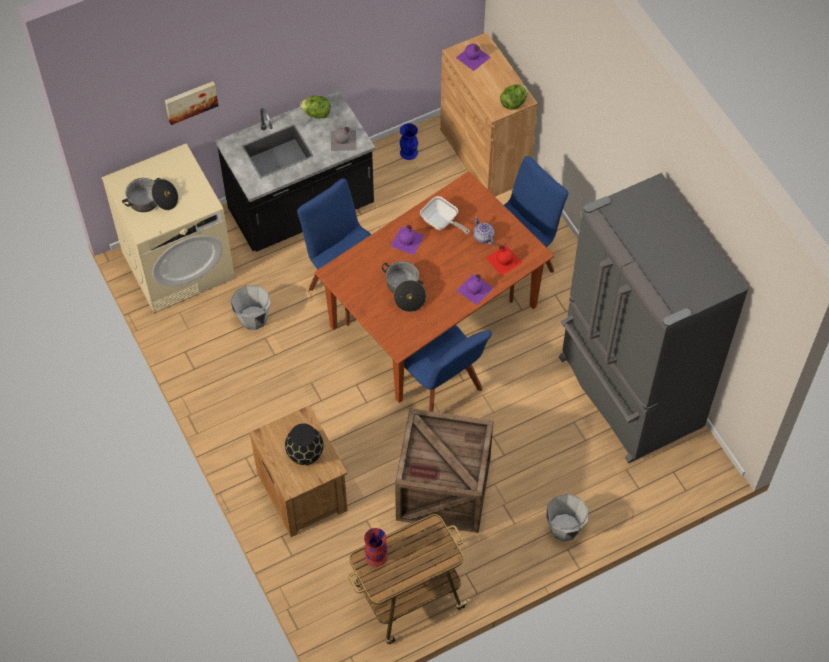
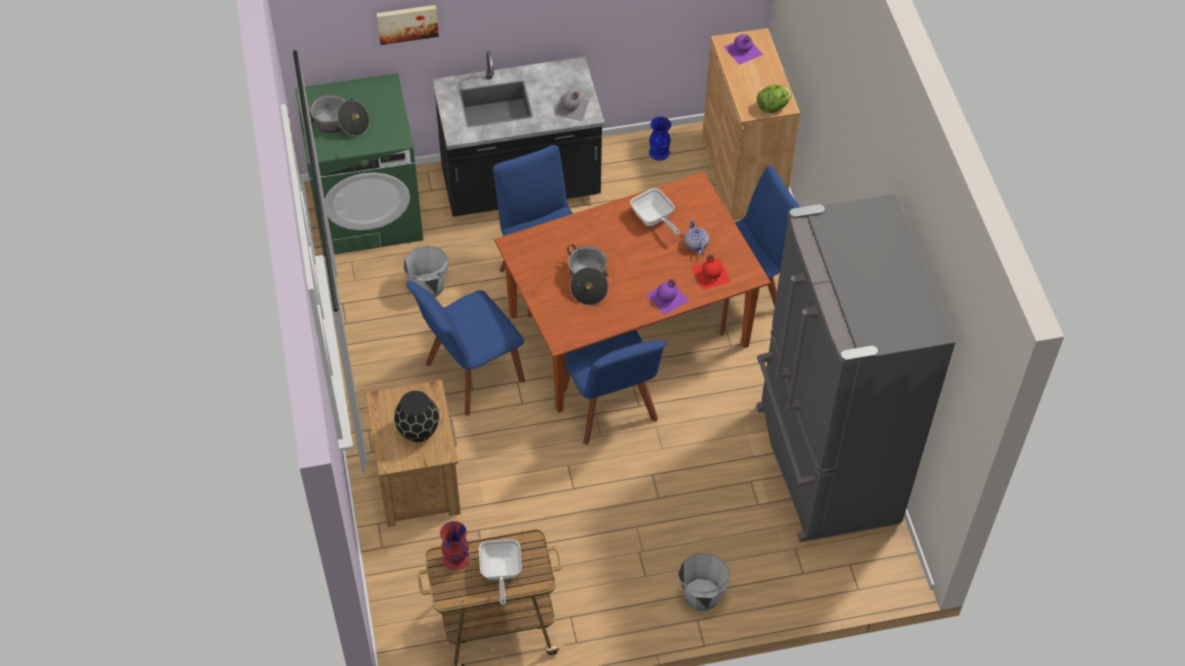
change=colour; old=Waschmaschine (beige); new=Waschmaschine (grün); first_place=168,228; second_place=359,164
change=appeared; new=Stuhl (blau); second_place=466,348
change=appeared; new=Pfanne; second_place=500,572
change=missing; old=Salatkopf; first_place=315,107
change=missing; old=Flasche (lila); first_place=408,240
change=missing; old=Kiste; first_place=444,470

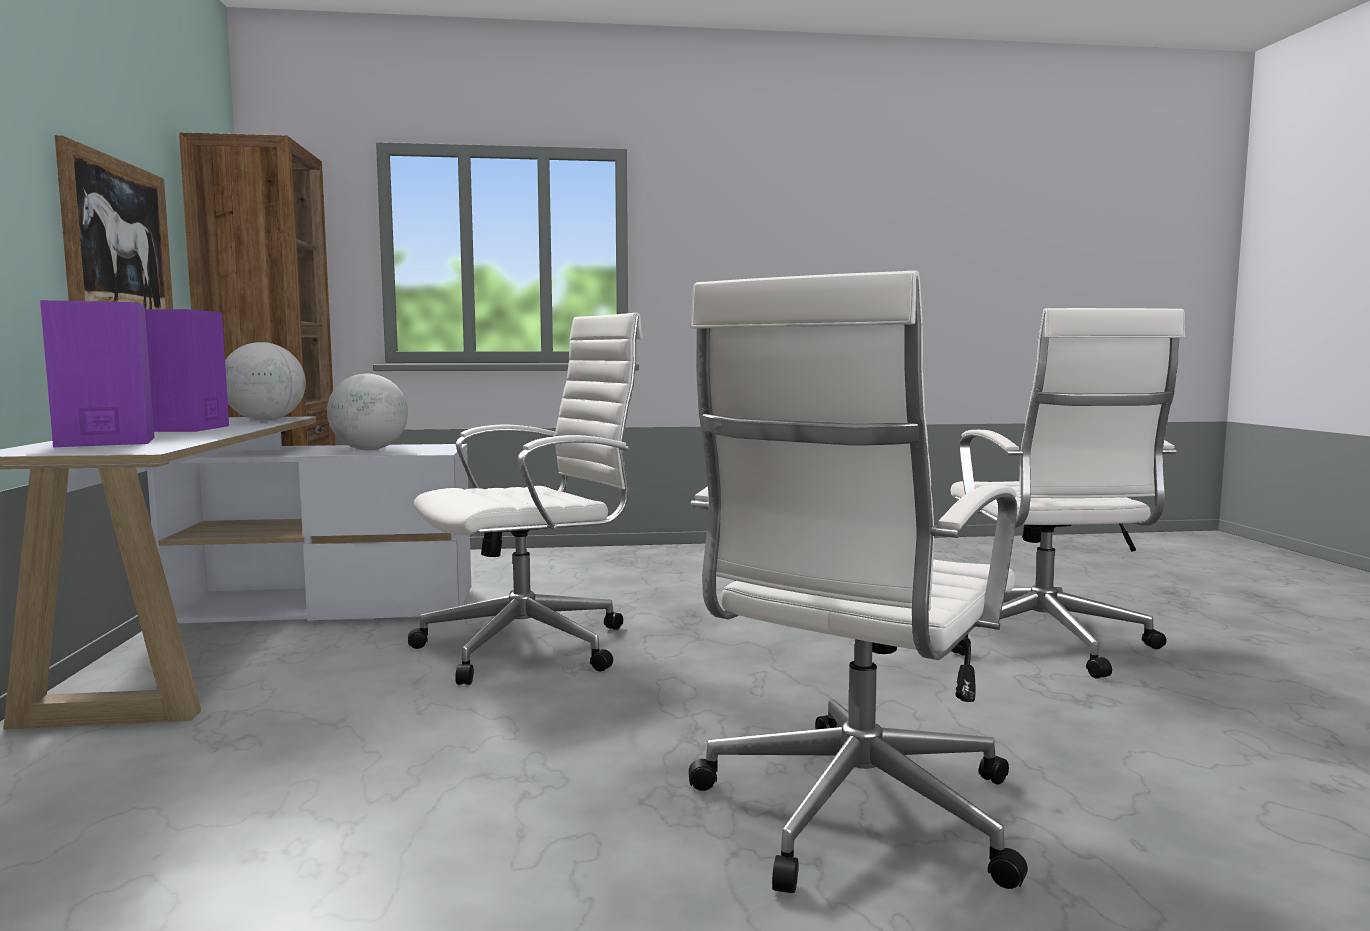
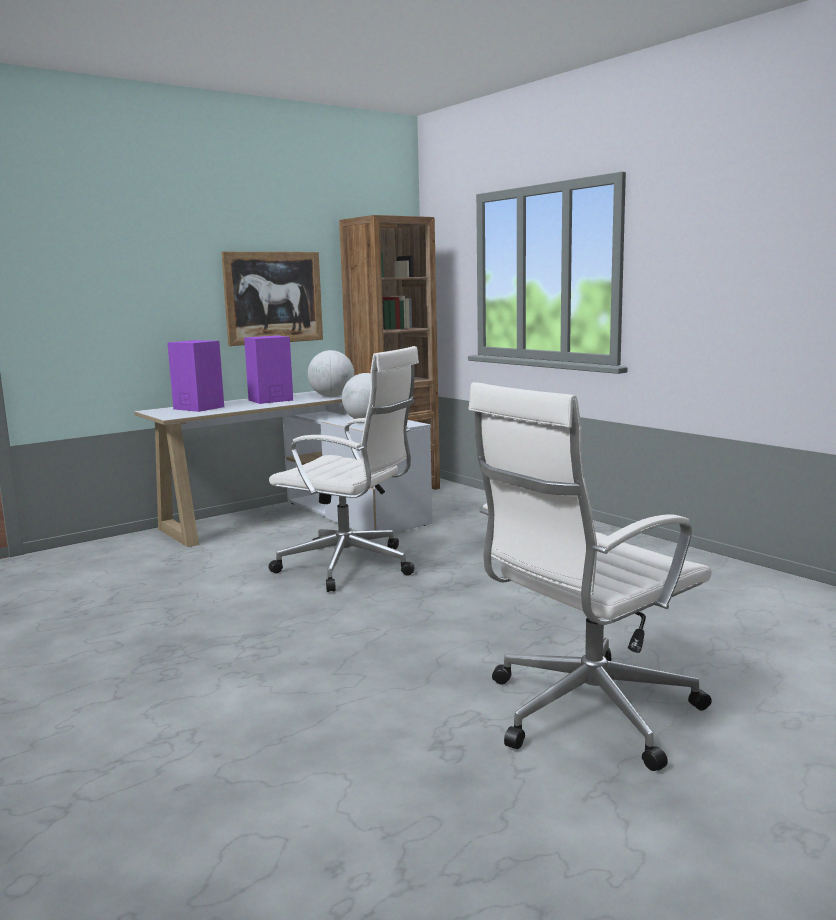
change=missing; old=Bürostuhl (weiß); first_place=858,581

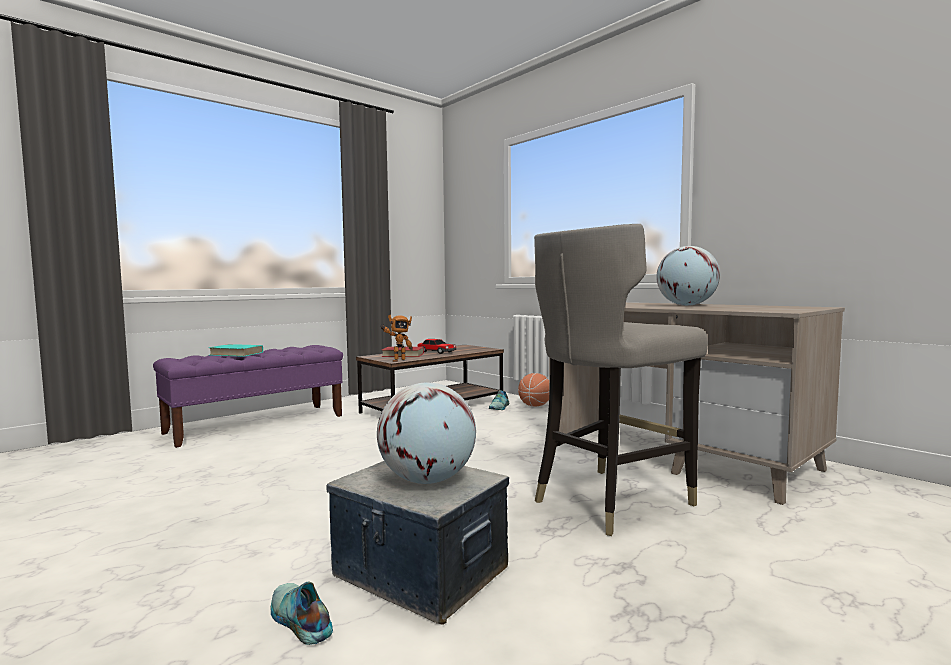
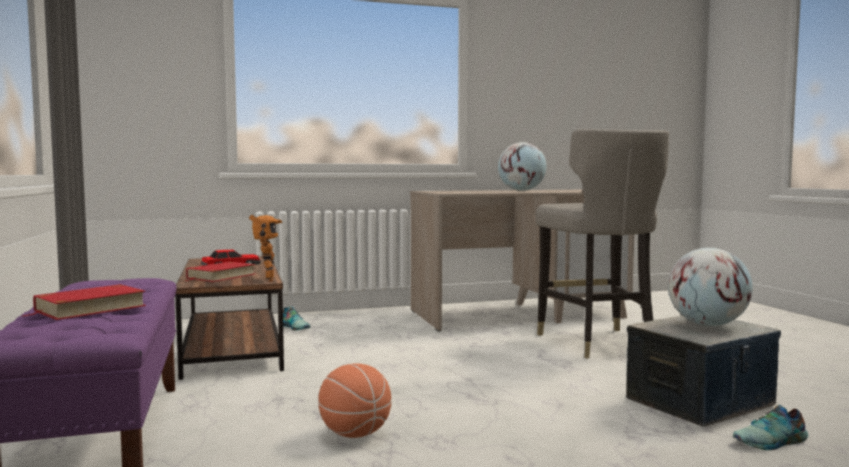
change=colour; old=Buch (türkis); new=Buch (rot); first_place=236,350; second_place=84,302
change=relocated; old=Basketball; first_place=533,390; second_place=355,400

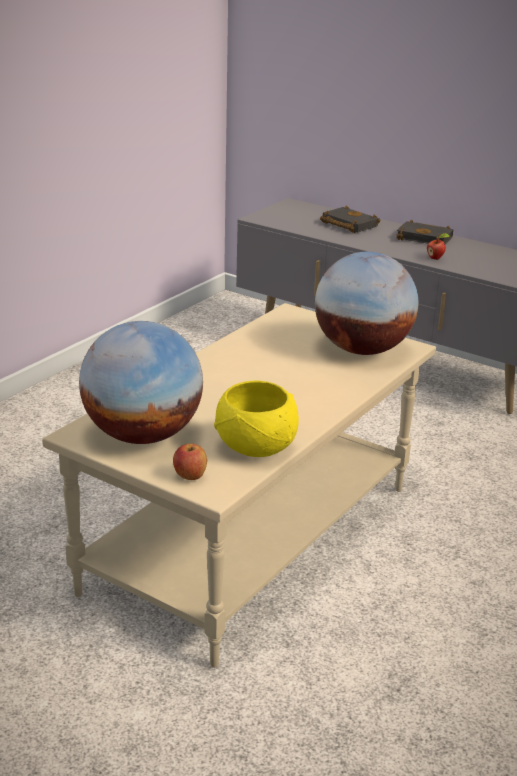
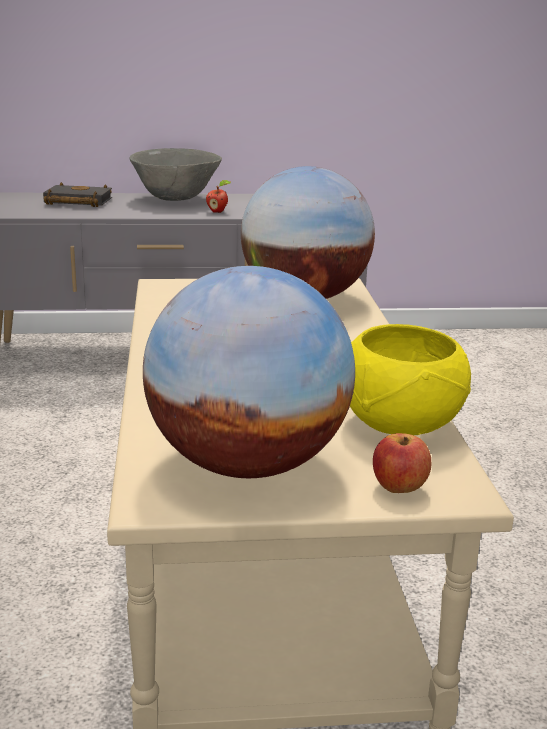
change=exchanged; old=Buch (schwarz); new=Schüssel (grau); first_place=425,231; second_place=176,174

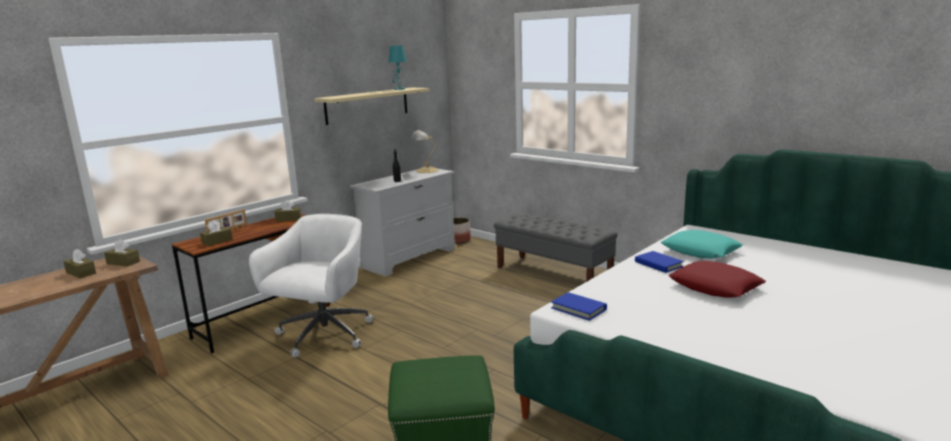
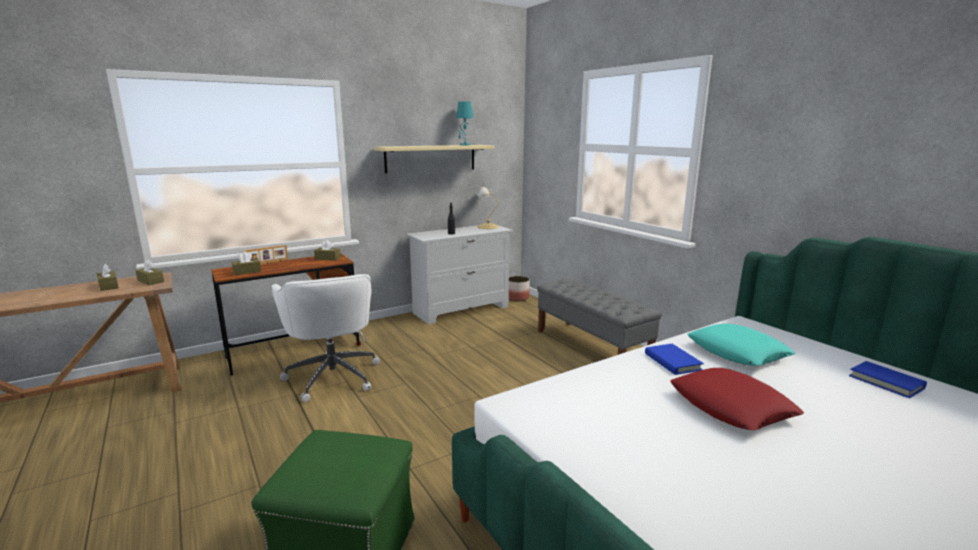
change=spun; old=Bürostuhl (weiß); first_place=311,285; second_place=325,338; degrees=120
change=relocated; old=Buch (blau); first_place=579,306; second_place=888,379

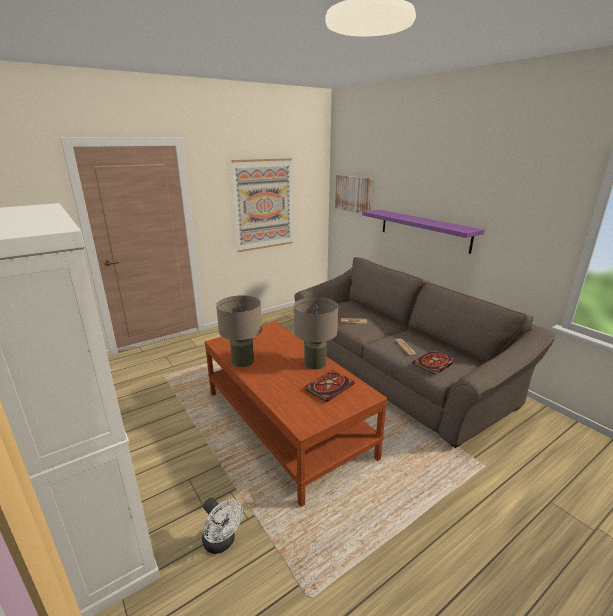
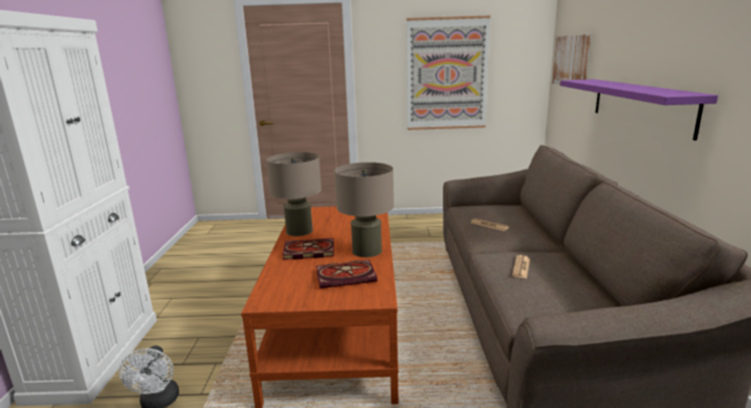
change=relocated; old=Buch; first_place=434,362; second_place=308,249

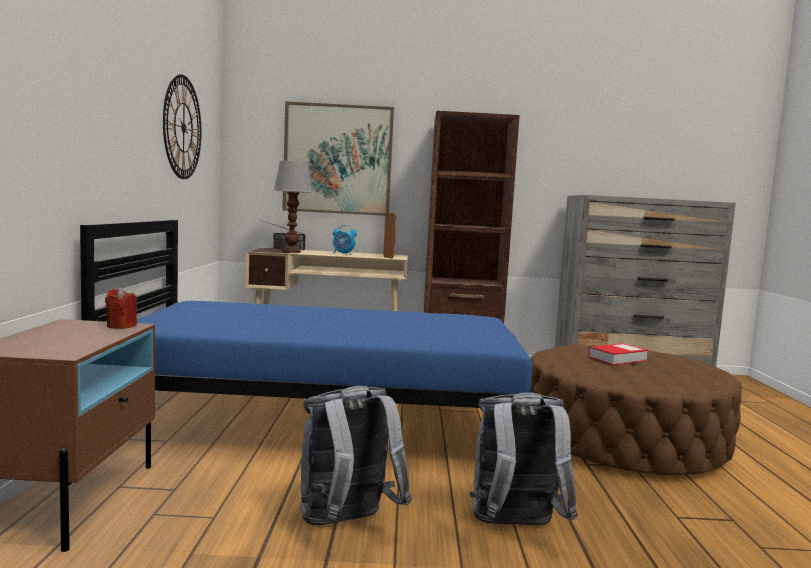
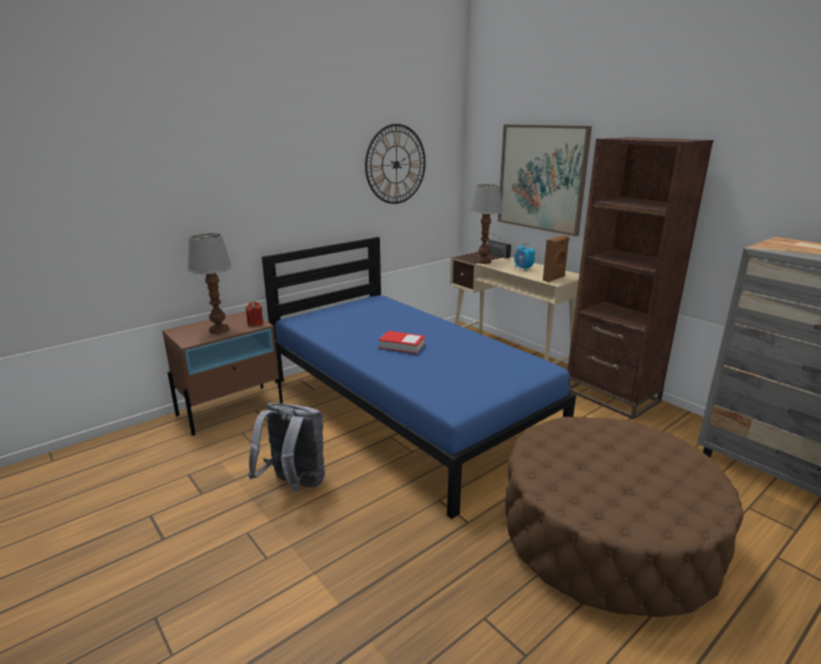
change=appeared; new=Tischlampe; second_place=210,283
change=relocated; old=Buch; first_place=618,354; second_place=402,342
change=missing; old=Rucksack (grau); first_place=523,458

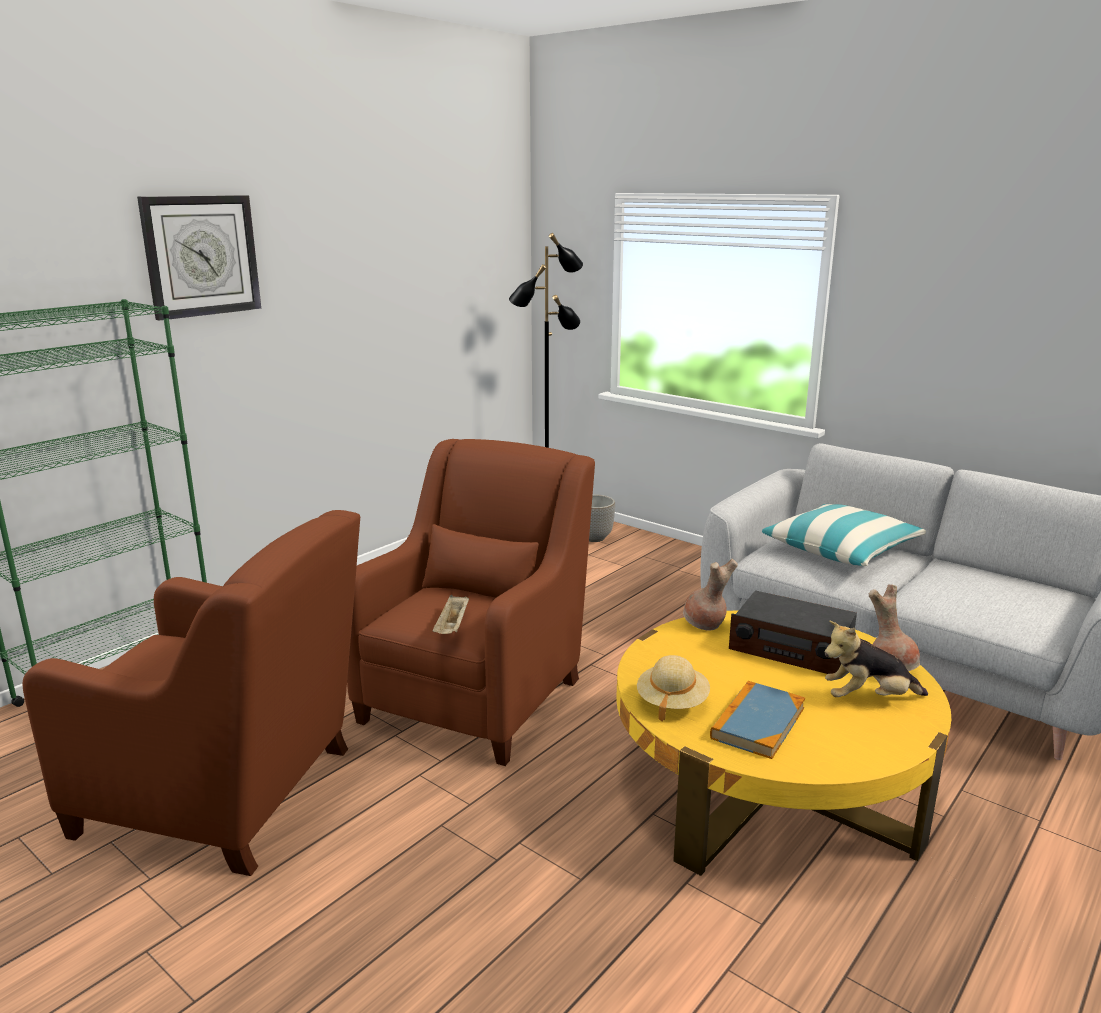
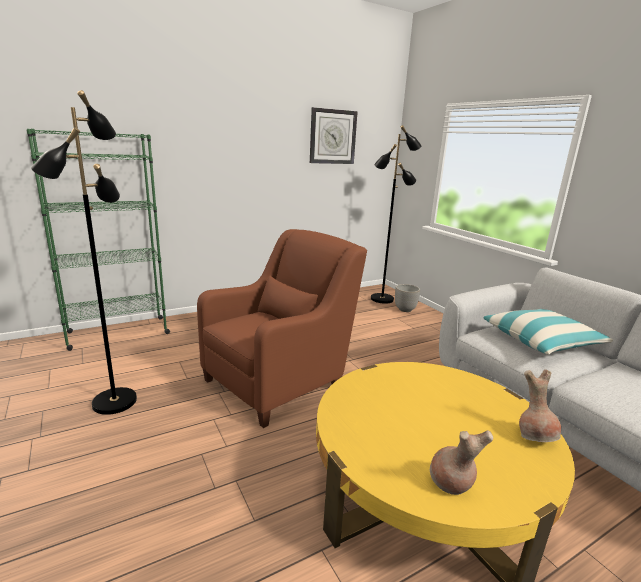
change=exchanged; old=Sessel (braun); new=Stehlampe (schwarz); first_place=191,693; second_place=84,252
change=relocated; old=Wanduhr; first_place=199,258; second_place=334,135
change=relocated; old=Vase (braun); first_place=710,594; second_place=461,462
change=missing; old=Tablett (beige); first_place=450,614
change=missing; old=Hut (beige); first_place=673,688
change=missing; old=Buch; first_place=757,720
change=missing; old=Radio; first_place=793,632
change=missing; old=Plüschtier; first_place=876,658

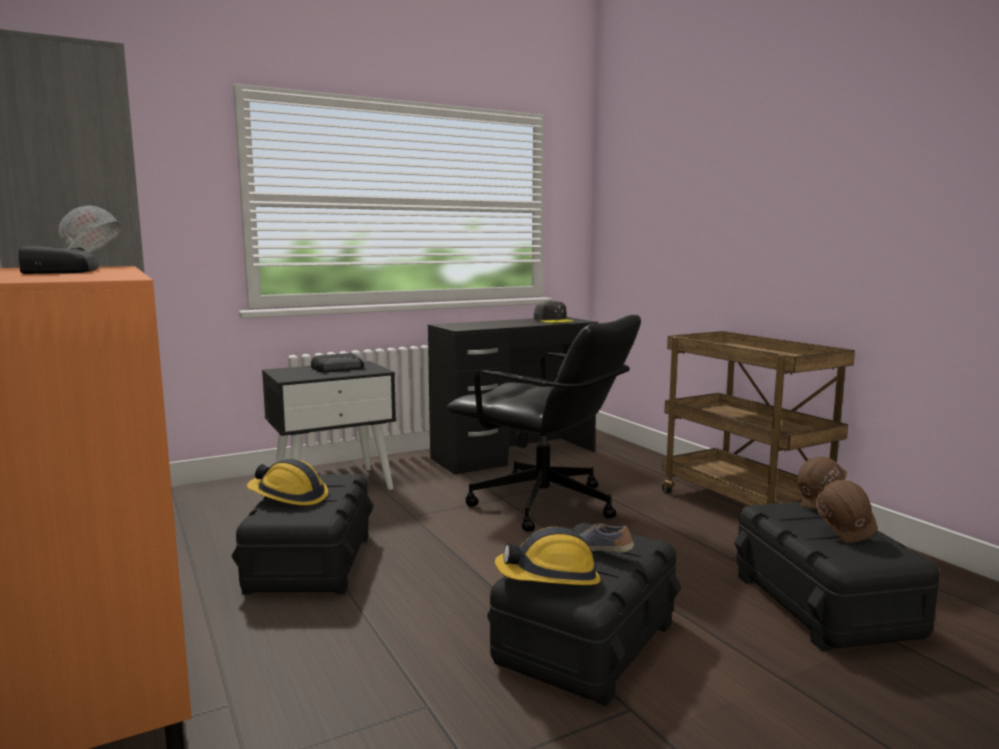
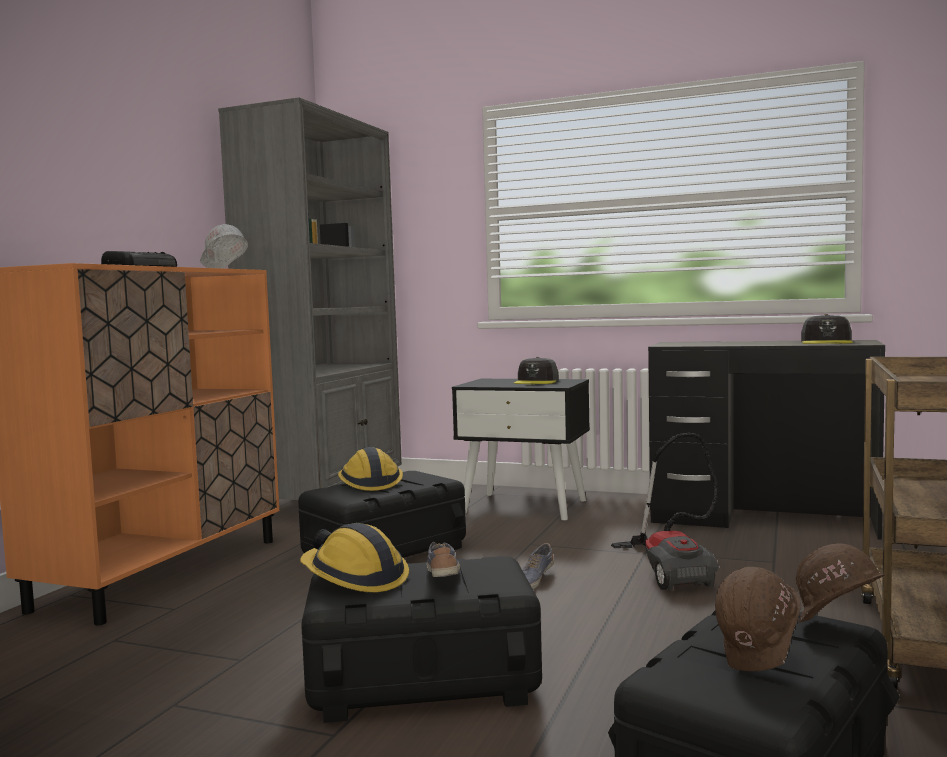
change=exchanged; old=Radio; new=Kappe (grau); first_place=337,362; second_place=536,370
change=appeared; new=Schuh; second_place=538,566
change=exchanged; old=Bürostuhl (schwarz); new=Staubsauger; first_place=544,423; second_place=665,511

